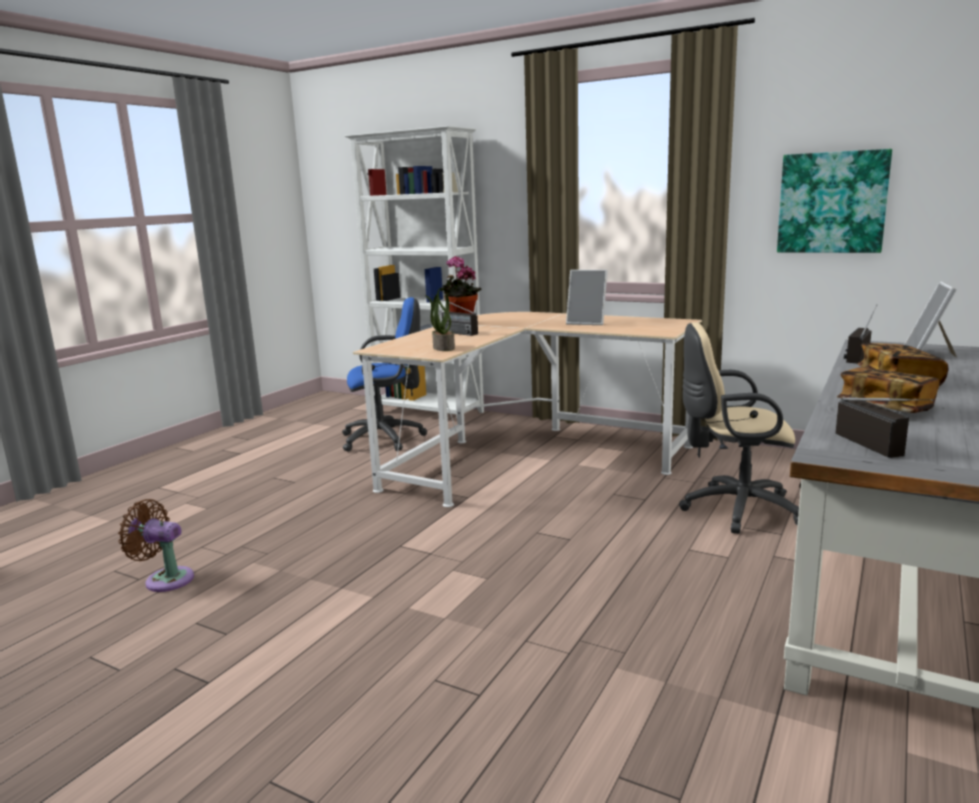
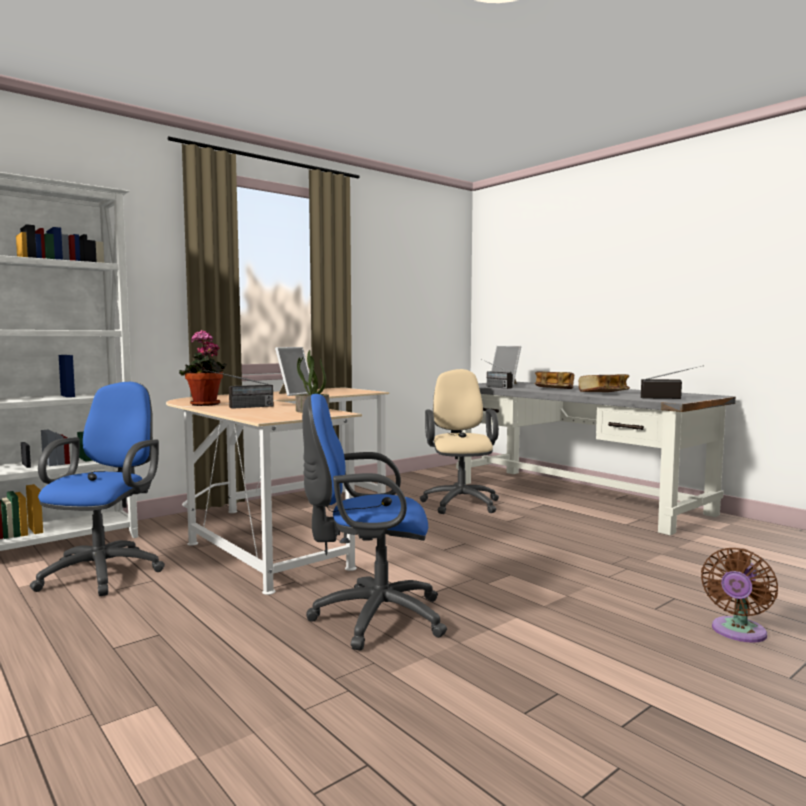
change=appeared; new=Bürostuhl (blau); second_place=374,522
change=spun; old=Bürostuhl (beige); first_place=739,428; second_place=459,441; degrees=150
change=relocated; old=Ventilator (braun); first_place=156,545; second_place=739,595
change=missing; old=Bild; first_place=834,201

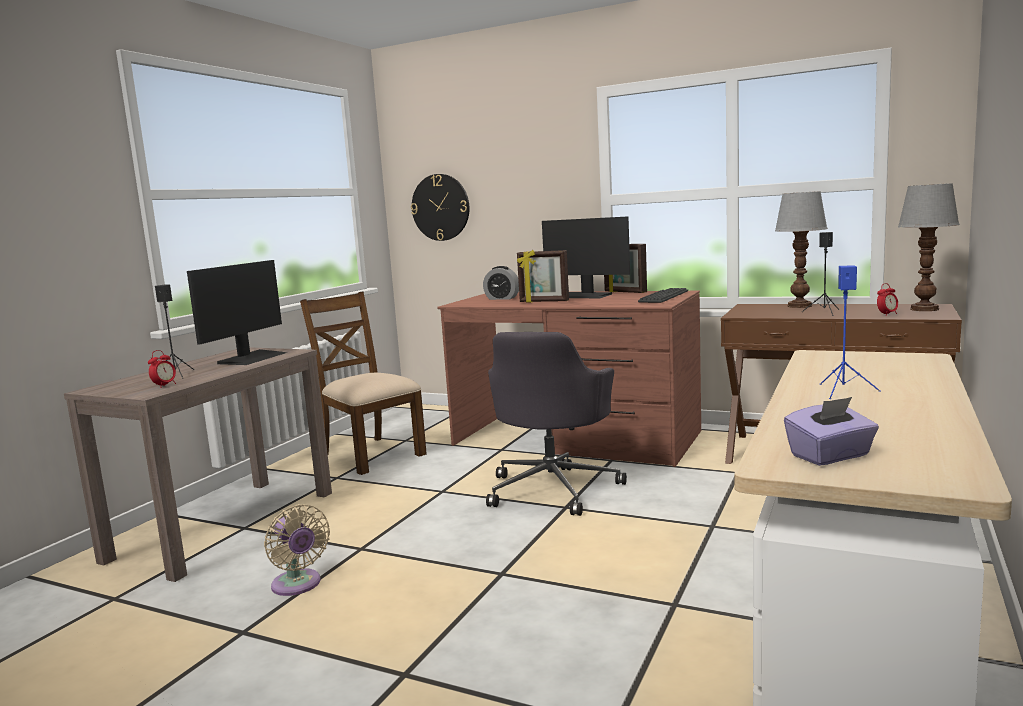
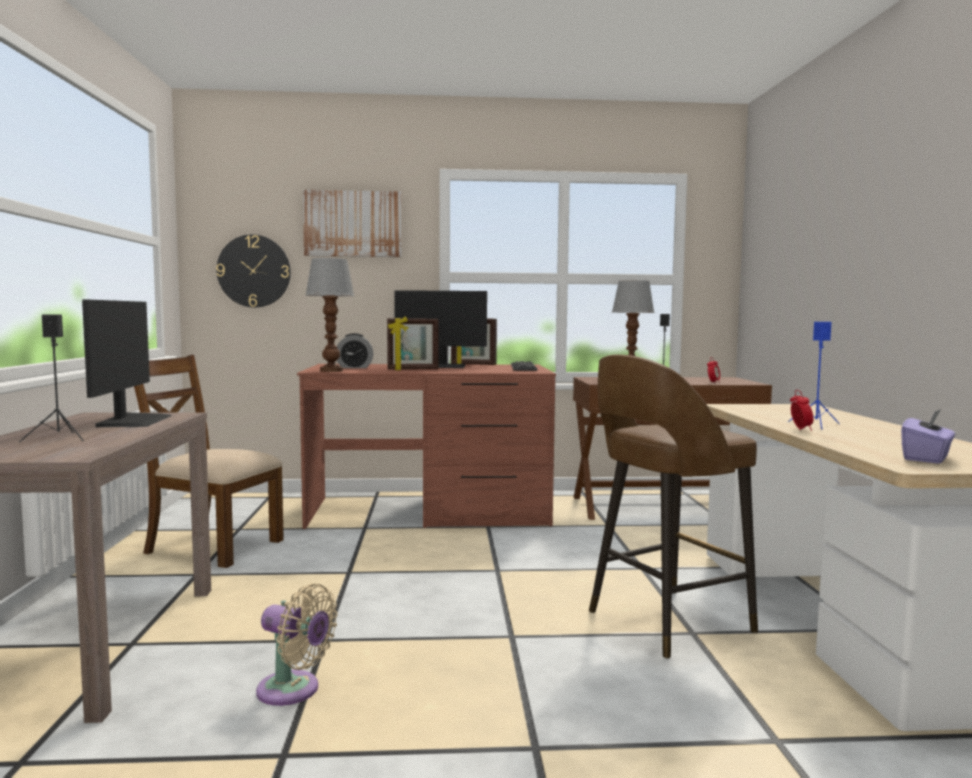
change=appeared; new=Bild; second_place=352,223
change=relocated; old=Tischlampe; first_place=929,247; second_place=330,315
change=appeared; new=Hocker (braun); second_place=673,506
change=relocated; old=Wecker; first_place=162,369; second_place=801,410
change=missing; old=Bürostuhl (grau); first_place=556,424

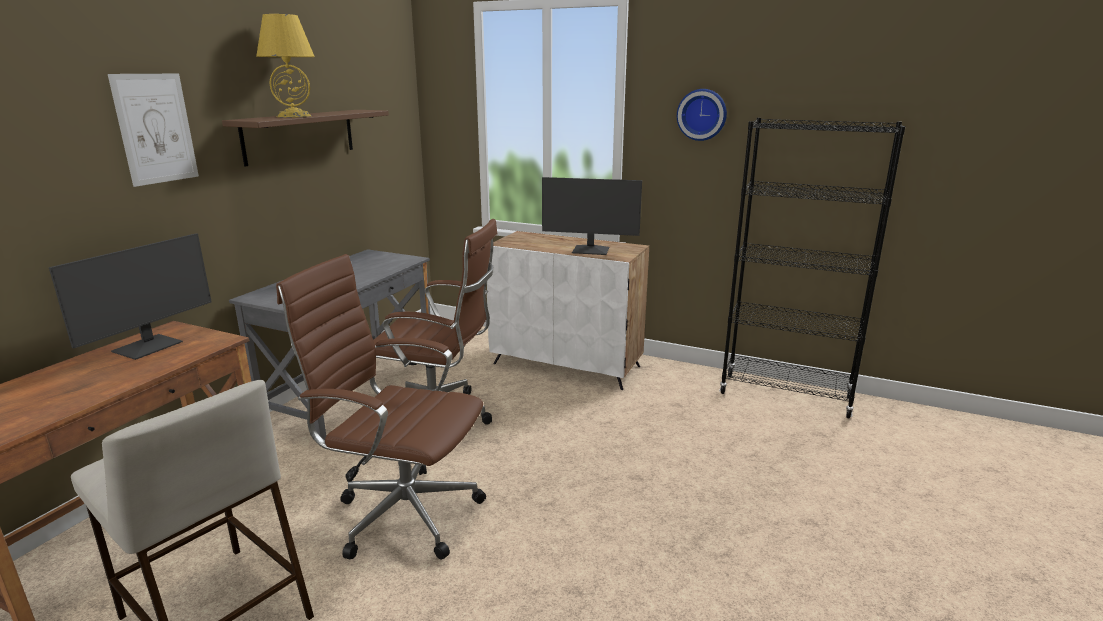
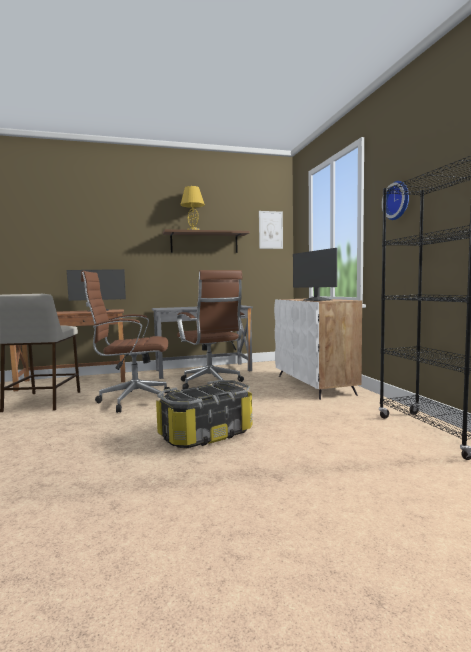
change=spun; old=Bürostuhl (braun); first_place=381,406; second_place=125,342; degrees=-75
change=appeared; new=Aufbewahrungsbox; second_place=204,414
change=relocated; old=Bild; first_place=153,130; second_place=271,230

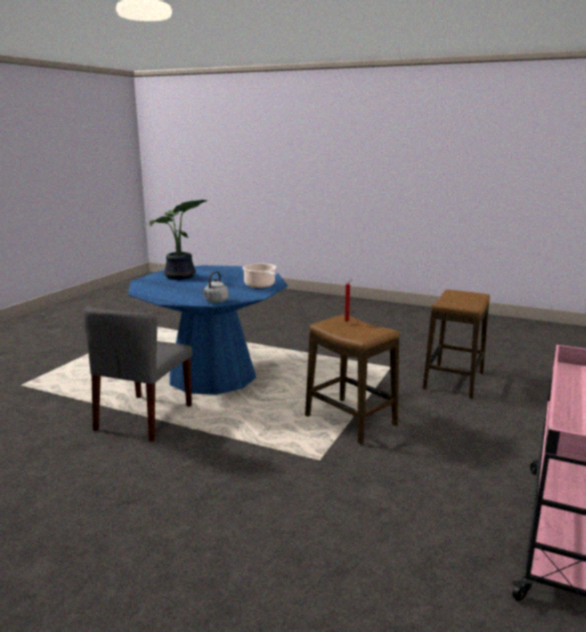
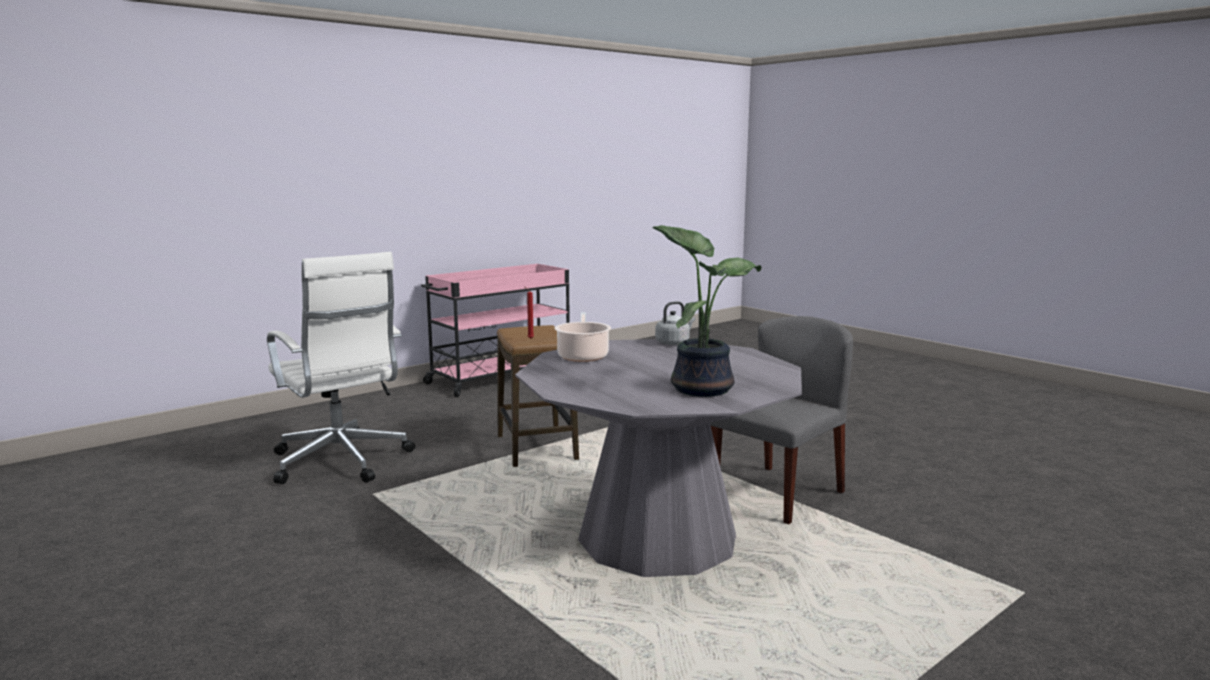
change=exchanged; old=Hocker; new=Bürostuhl (weiß); first_place=456,344; second_place=341,368
change=colour; old=Esstisch (blau); new=Esstisch (grau); first_place=208,330; second_place=658,458

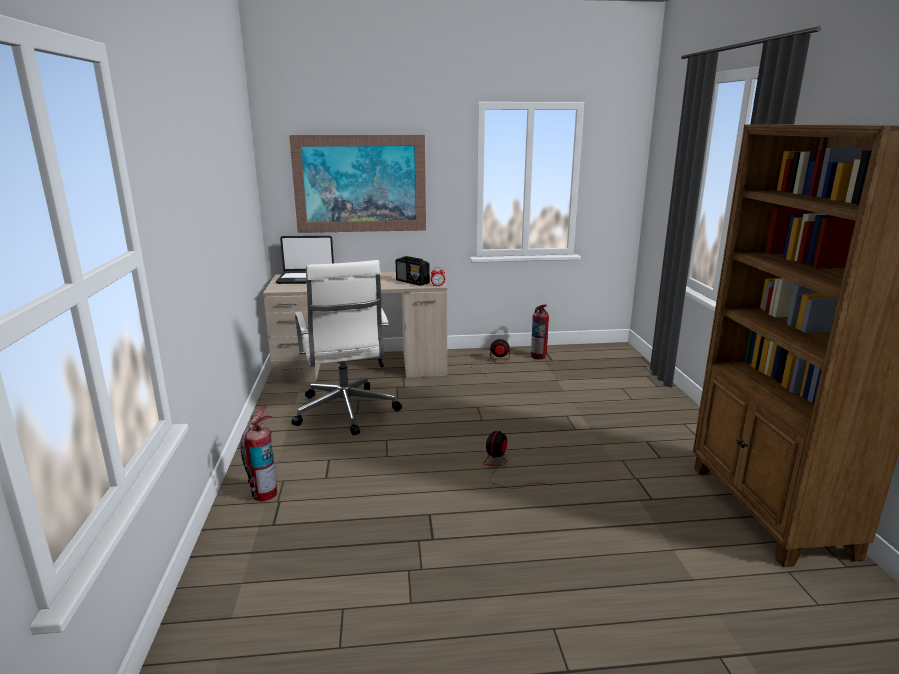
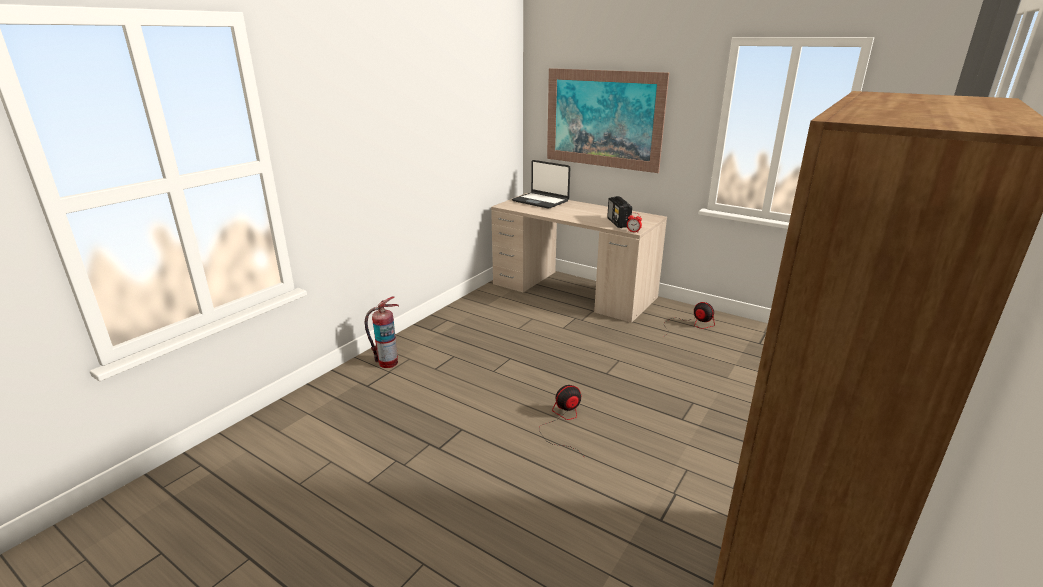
change=missing; old=Bürostuhl (weiß); first_place=347,347
change=missing; old=Feuerlöscher; first_place=540,332

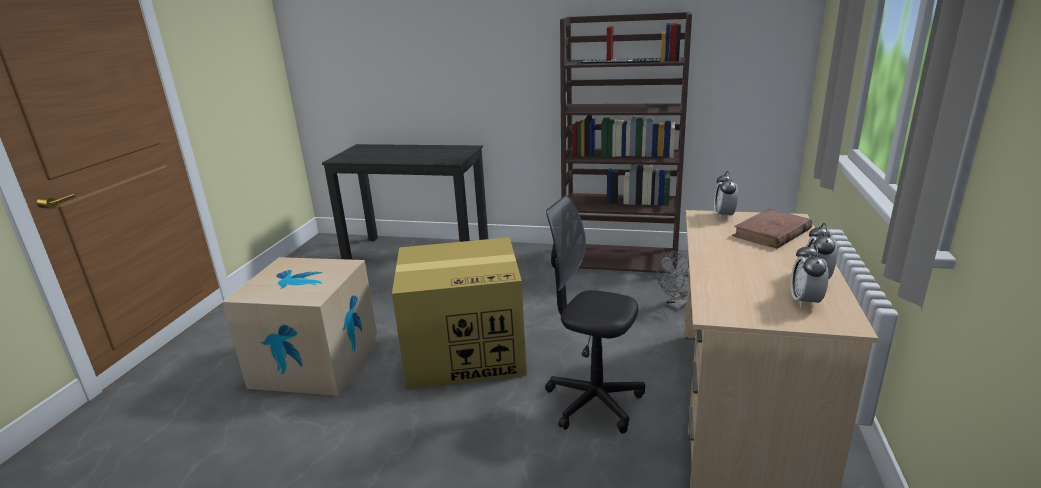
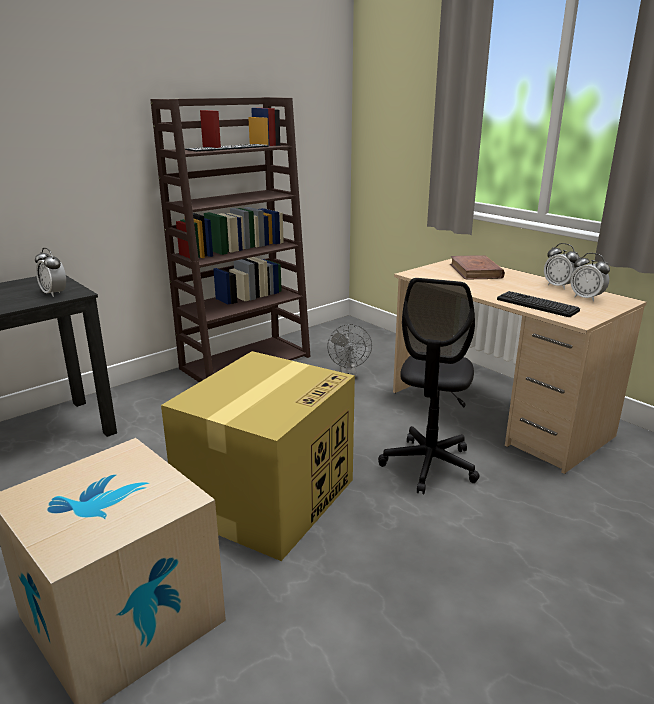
change=relocated; old=Wecker; first_place=726,195; second_place=50,272
change=spun; old=Bürostuhl (schwarz); first_place=595,314; second_place=428,386; degrees=-45
change=appeared; new=Tastatur; second_place=538,304

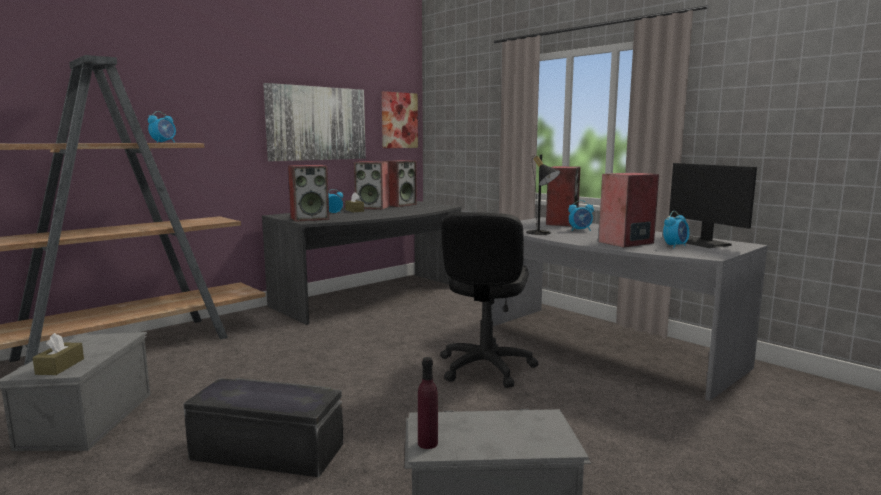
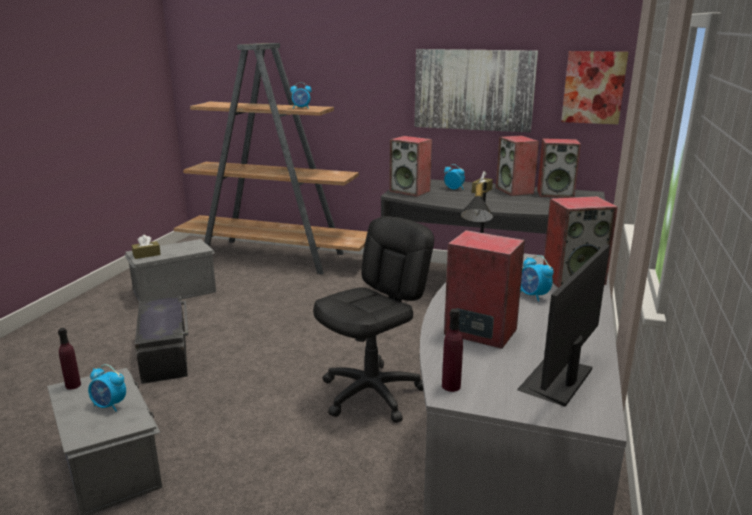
change=relocated; old=Wecker; first_place=676,229; second_place=107,387
change=spun; old=Bürostuhl (schwarz); first_place=489,300; second_place=373,319; degrees=150
change=appeared; new=Flasche (lila); second_place=452,350

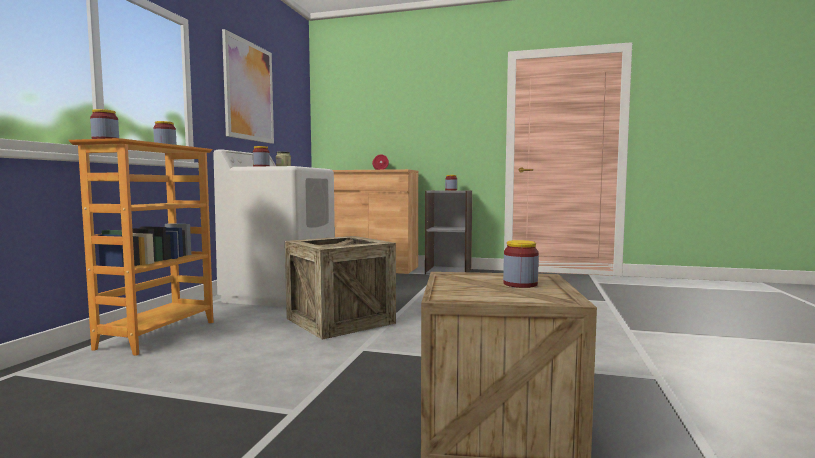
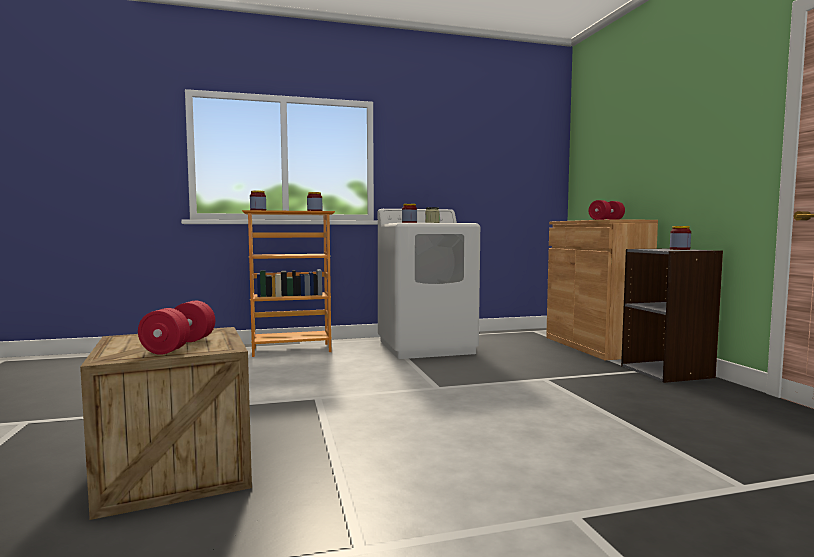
change=exchanged; old=Vorratsglas; new=Hantel (rot); first_place=521,264; second_place=176,328
change=missing; old=Bild; first_place=248,86
change=missing; old=Kiste; first_place=340,288

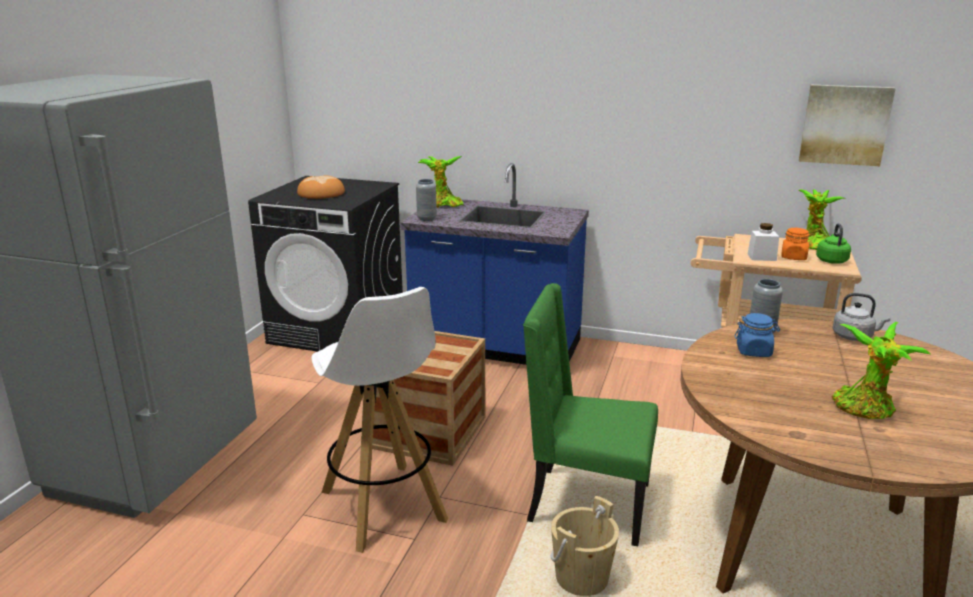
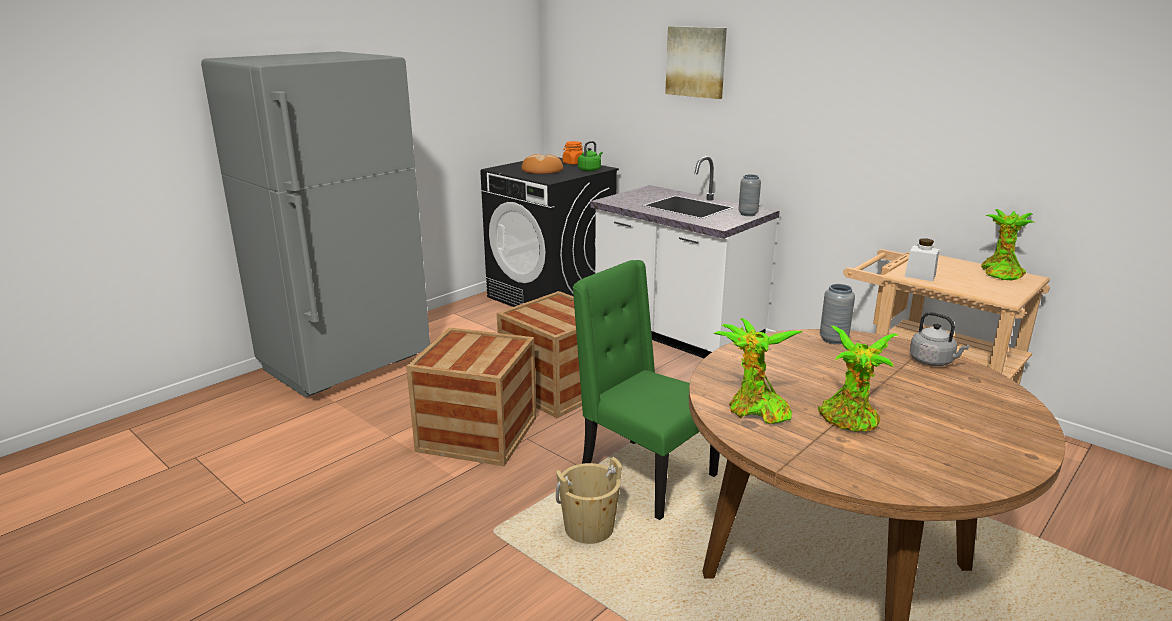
change=exchanged; old=Hocker (weiß); new=Kiste; first_place=380,420; second_place=471,396
change=relocated; old=Vorratsglas (orange); first_place=795,244; second_place=573,153
change=relocated; old=Wasserkessel (grün); first_place=833,243; second_place=590,156
change=colour; old=Küchenzeile (blau); new=Küchenzeile (weiß); first_place=494,264; second_place=685,257
change=relocated; old=Bild; first_place=847,125; second_place=696,62
change=relocated; old=Topfpflanze; first_place=440,182; second_place=758,371
change=relocated; old=Vase (grau); first_place=426,200; second_place=749,195
change=missing; old=Vorratsglas (blau); first_place=757,335

